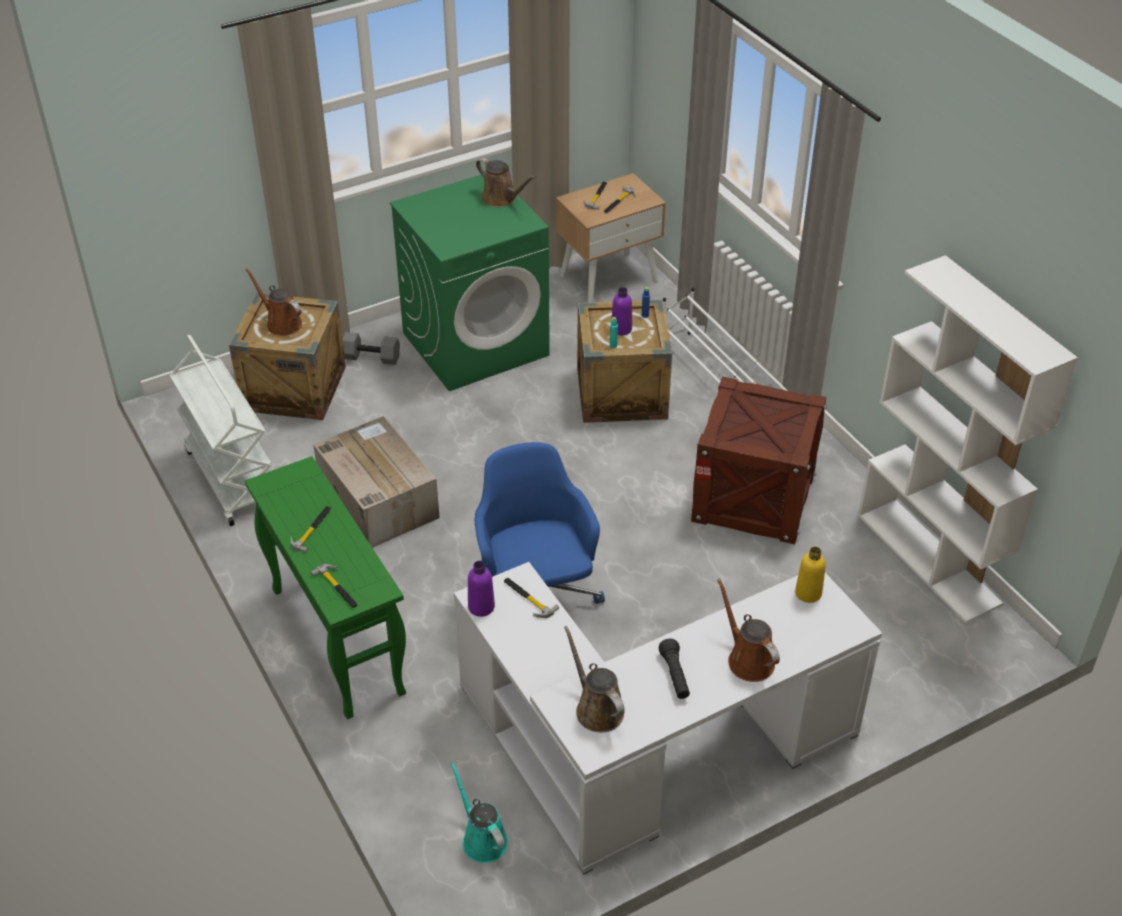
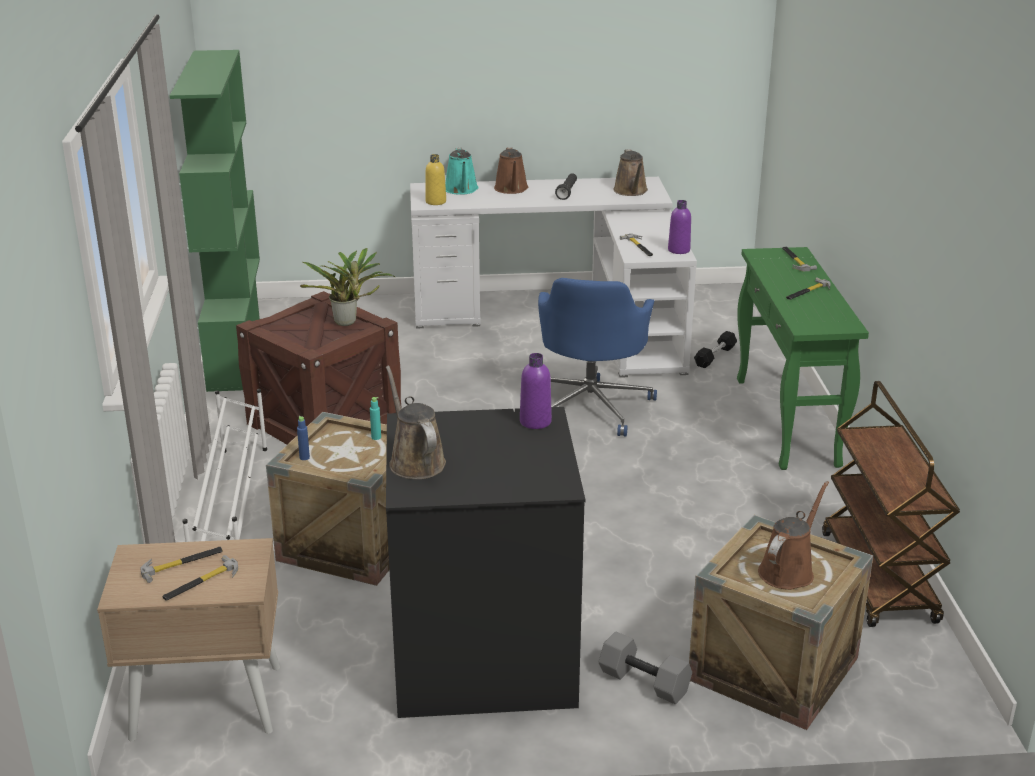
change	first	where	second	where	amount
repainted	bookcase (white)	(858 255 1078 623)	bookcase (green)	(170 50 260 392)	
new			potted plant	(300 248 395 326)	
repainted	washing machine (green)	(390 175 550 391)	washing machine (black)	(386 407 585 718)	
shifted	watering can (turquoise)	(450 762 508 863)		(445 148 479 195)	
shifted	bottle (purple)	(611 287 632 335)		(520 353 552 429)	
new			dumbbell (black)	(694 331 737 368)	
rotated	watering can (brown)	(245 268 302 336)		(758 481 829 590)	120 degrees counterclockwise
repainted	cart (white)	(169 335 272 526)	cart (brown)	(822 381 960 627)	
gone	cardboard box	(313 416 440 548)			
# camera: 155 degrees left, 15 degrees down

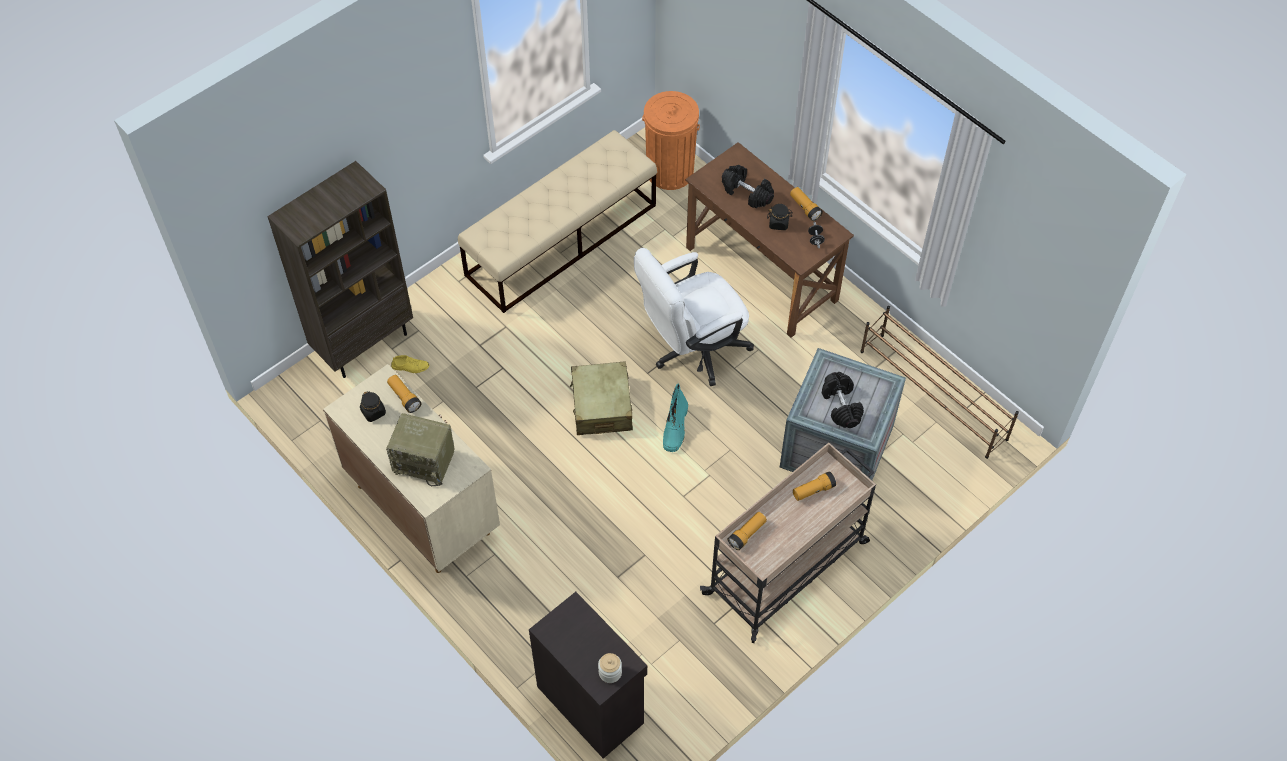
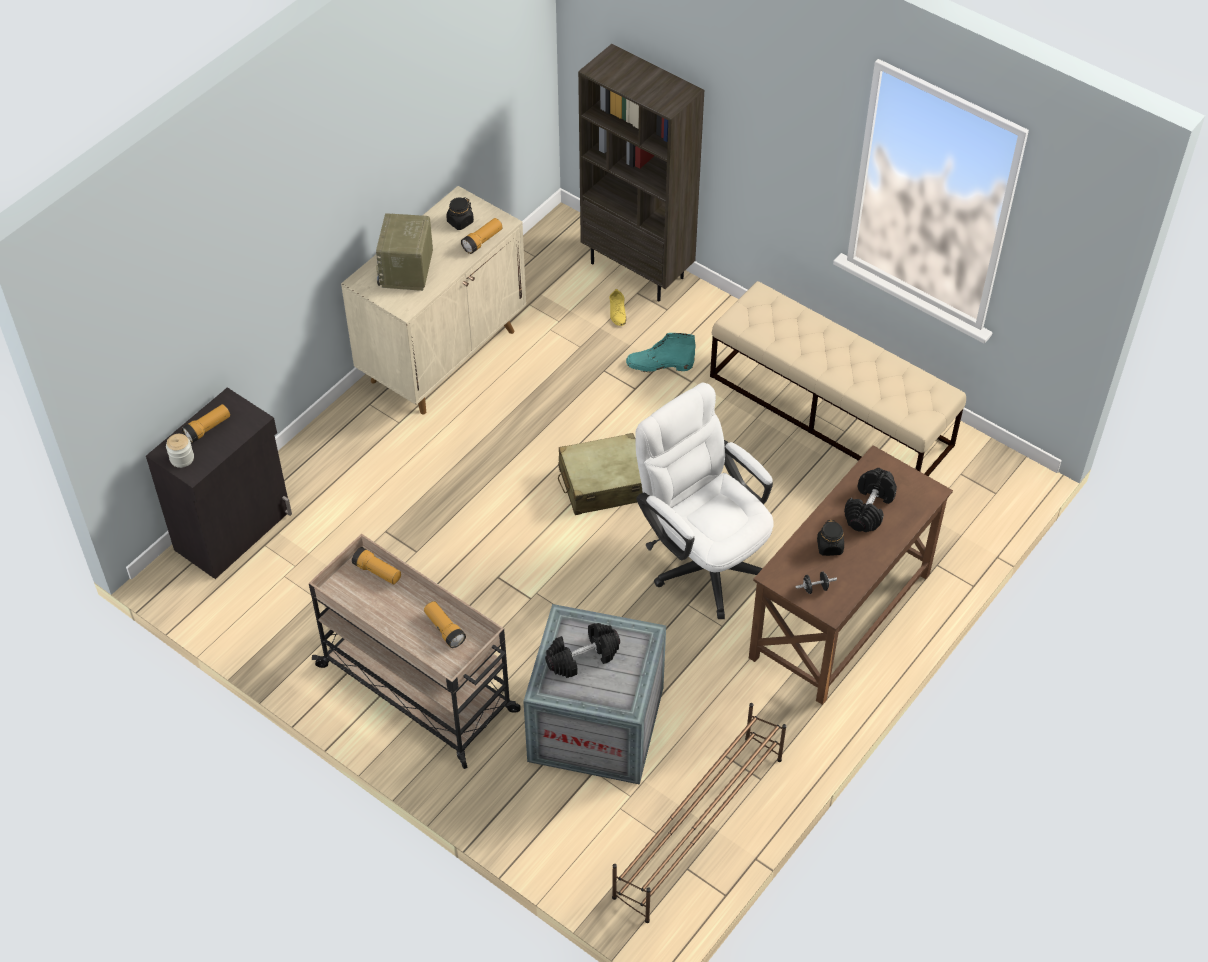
change	first	where	second	where	amount
shifted	flashlight	(790 187 823 221)		(182 404 230 443)	
shifted	boot (turquoise)	(663 384 688 452)		(626 333 695 372)	
gone	trash can (orange)	(642 91 700 190)			
# camera: 80 degrees right, 5 degrees down

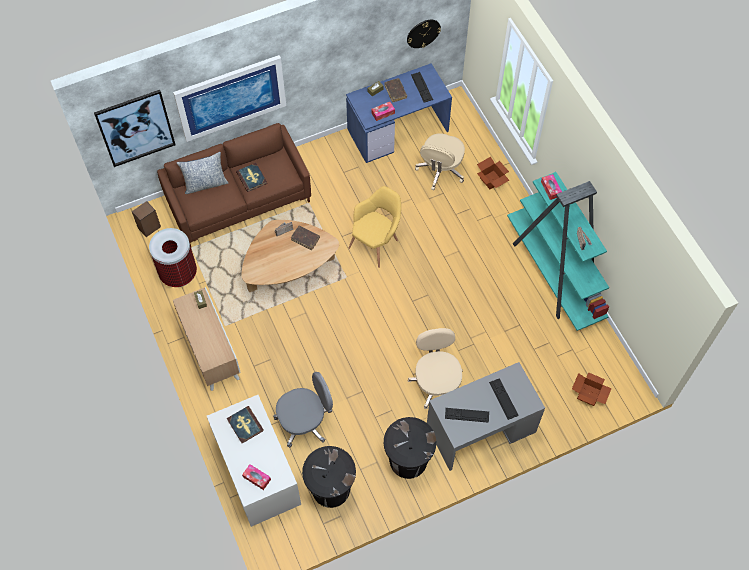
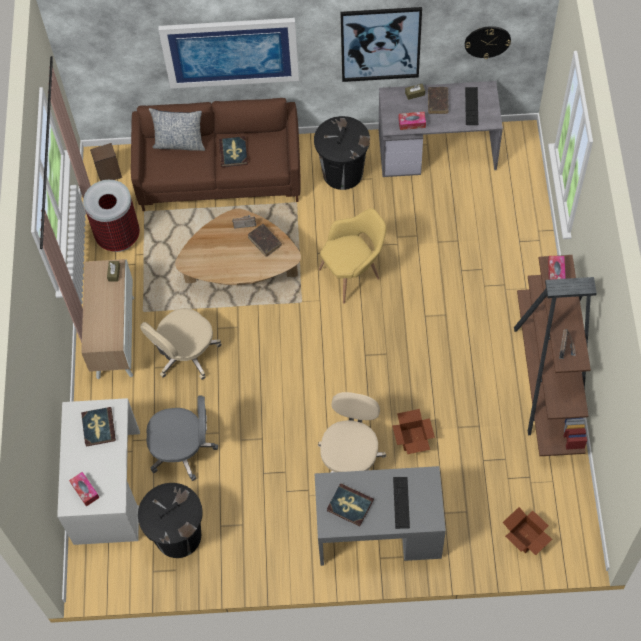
change	first	where	second	where	amount
shifted	office chair (beige)	(415 133 465 190)		(140 308 222 380)	
shifted	trash can (black)	(384 417 436 479)		(314 116 370 190)	
swapped	keyboard	(445 408 489 423)	book	(327 483 374 526)	
shifted	picture	(94 90 175 167)		(340 7 422 82)	
repainted	desk (blue)	(346 63 452 163)	desk (grey)	(379 81 503 177)	
shifted	cardboard box	(477 157 509 189)		(392 409 435 454)	
repainted	bookcase (turquoise)	(507 172 609 331)	bookcase (brown)	(514 255 597 456)	
# camera: 25 degrees right, 0 degrees up

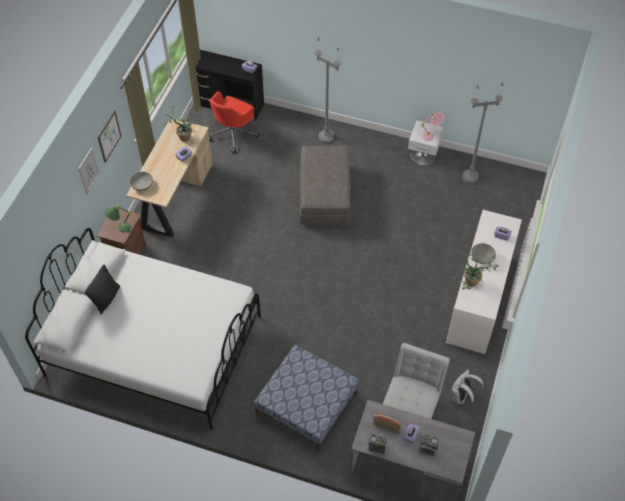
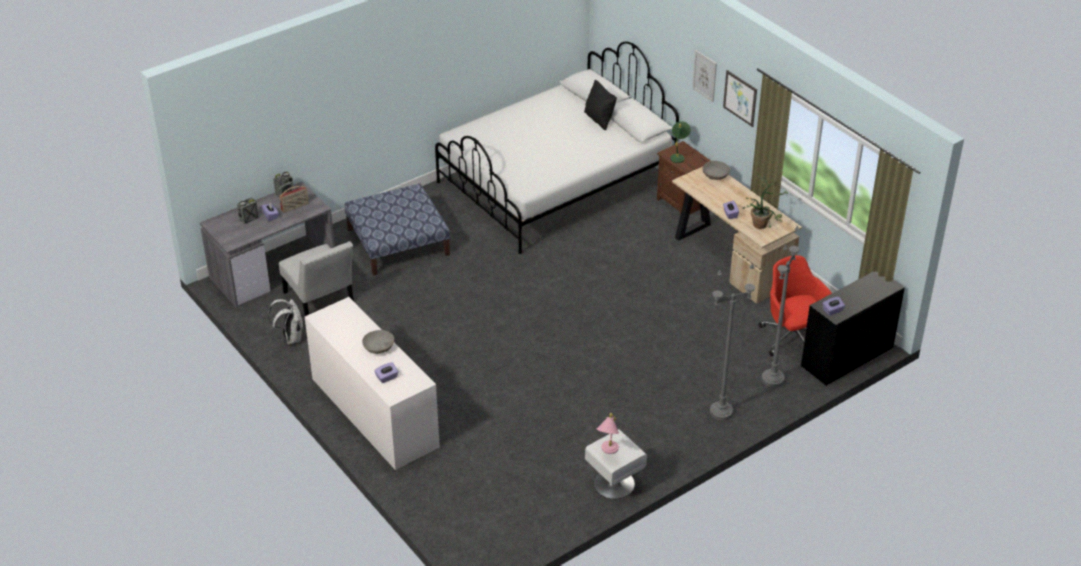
change	first	where	second	where	amount
shifted	floor lamp (grey)	(462 82 504 183)		(762 226 799 387)	
gone	ottoman (grey)	(300 145 350 225)			
gone	potted plant	(459 253 498 290)			
# camera: 125 degrees right, 15 degrees down

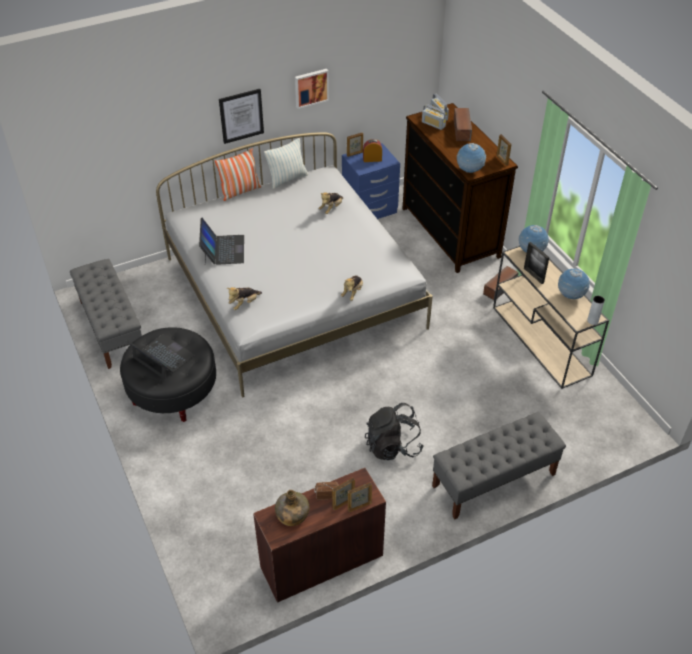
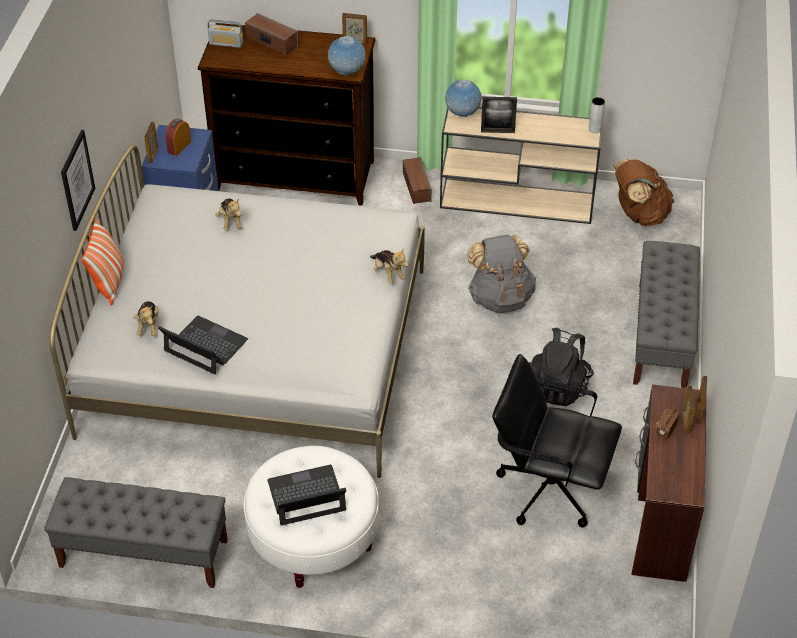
change	first	where	second	where	amount
shifted	plush toy	(227 287 262 310)		(133 301 159 336)	
repainted	ottoman (black)	(120 327 216 422)	ottoman (white)	(244 446 379 588)	
new			backpack (grey)	(467 235 536 313)	
new			office chair (black)	(492 354 622 528)	
new			backpack (brown)	(613 158 674 226)	
gone	pillow	(264 138 308 189)			
gone	bottle (green)	(275 490 309 526)			
gone	picture	(295 69 329 109)			
gone	radio	(422 104 446 130)			
gone	globe	(558 269 590 299)			
# camera: 55 degrees left, 0 degrees up

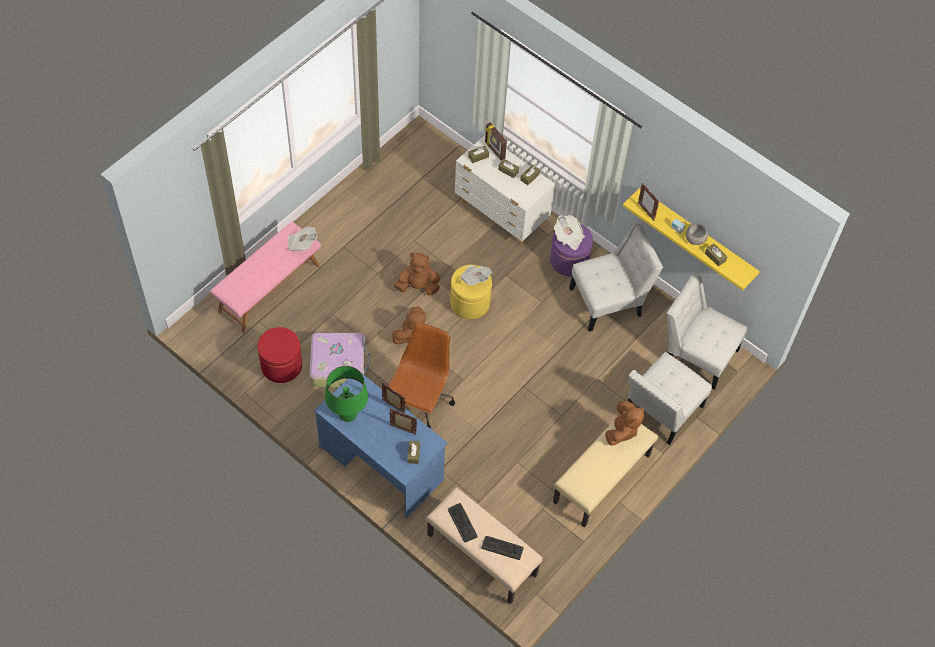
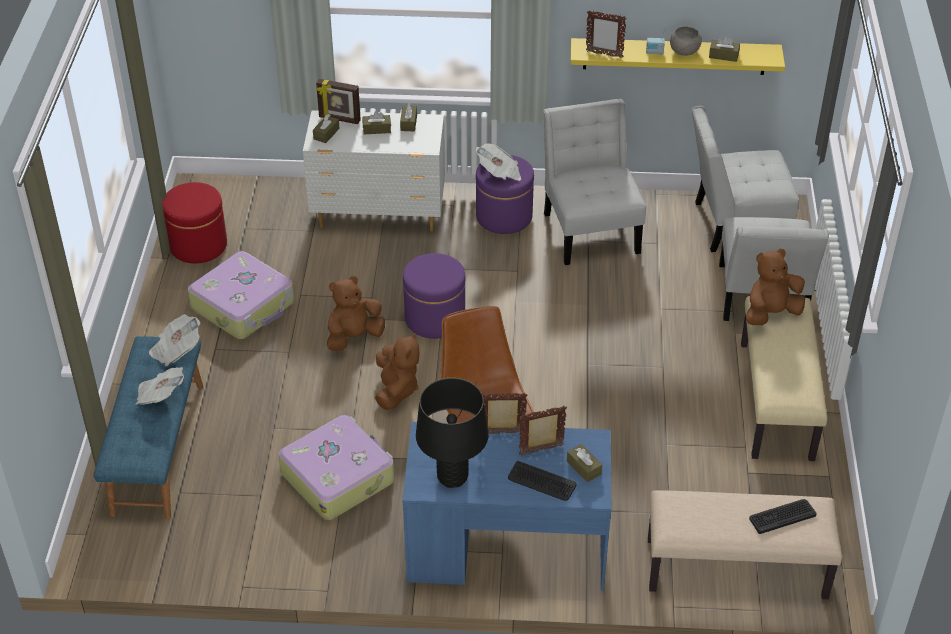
change	first	where	second	where	amount
repainted	bench (pink)	(210 222 321 333)	bench (blue)	(94 336 203 519)	
shifted	newspaper	(459 265 492 285)		(136 367 184 405)	
shifted	ottoman (red)	(257 327 302 383)		(162 182 227 263)	
new			suitcase	(188 251 294 339)	
repainted	ottoman (yellow)	(450 265 492 319)	ottoman (purple)	(403 253 465 339)	
repainted	table lamp (green)	(325 366 368 422)	table lamp (black)	(416 378 488 488)	
shifted	keyboard	(448 503 477 542)		(508 461 577 501)	
rotated	chair (white)	(569 223 663 332)		(543 99 646 265)	45 degrees counterclockwise
rotated	plush toy (brown)	(605 401 644 446)		(746 249 805 325)	105 degrees counterclockwise
# camera: 35 degrees left, 15 degrees down

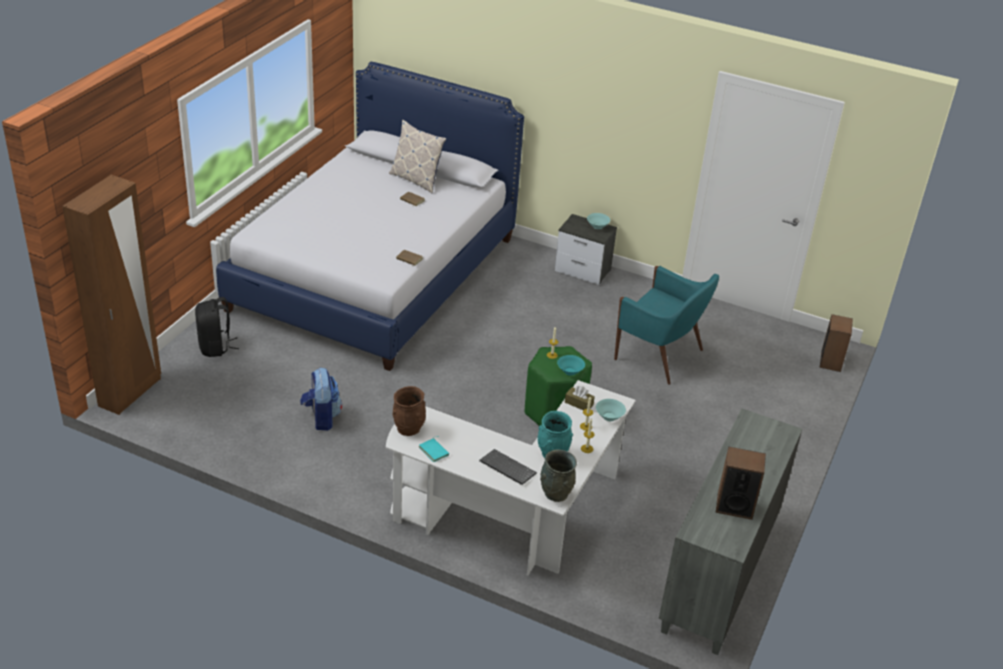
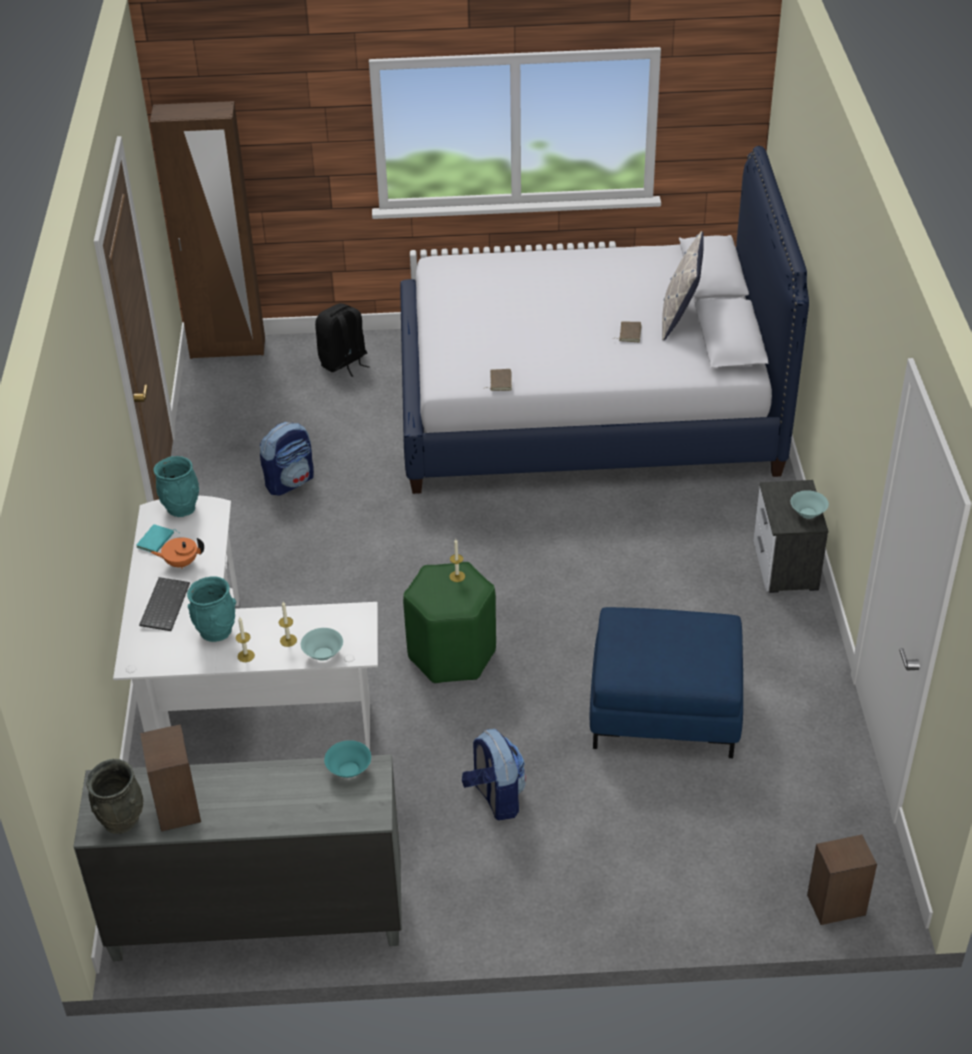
change	first	where	second	where	amount
shifted	vase (grey)	(540 449 577 502)		(86 759 143 834)	
new			teapot (orange)	(151 537 204 569)	
repainted	vase (brown)	(392 386 426 436)	vase (turquoise)	(153 456 199 517)	
shifted	bowl (turquoise)	(557 355 585 376)		(324 740 371 778)	
new			backpack	(462 729 526 820)	
swapped	armchair (turquoise)	(614 266 719 385)	ottoman (blue)	(590 607 743 758)	
gone	tissue box (brown)	(565 386 595 410)			
# camera: 65 degrees right, 5 degrees up

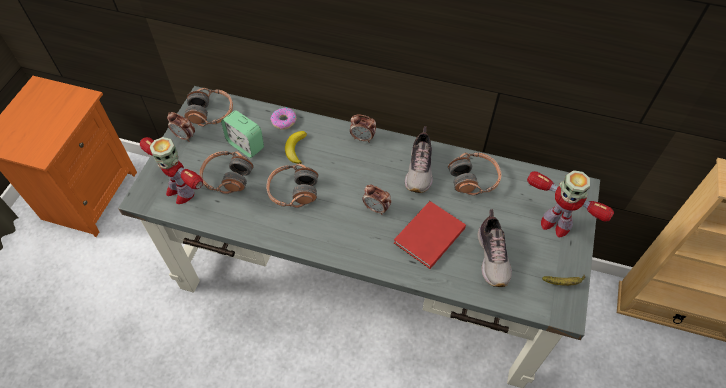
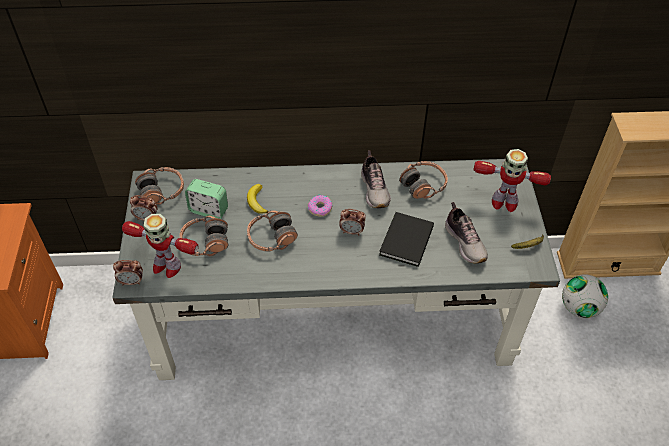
change	first	where	second	where	amount
shifted	alarm clock	(350 114 376 143)		(113 260 143 285)	
shifted	donut	(270 107 296 130)		(308 194 333 217)	
repainted	book (red)	(394 201 466 269)	book (black)	(379 212 434 267)	
new			football	(562 274 608 318)	
# camera: 20 degrees left, 5 degrees down

